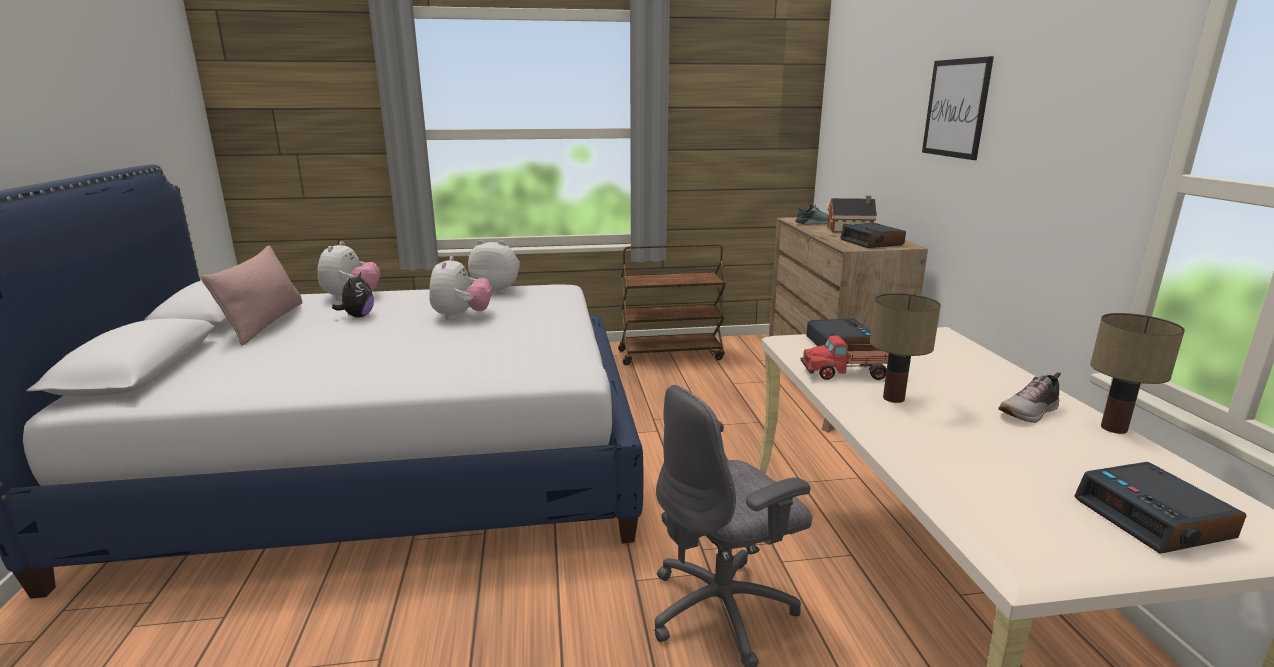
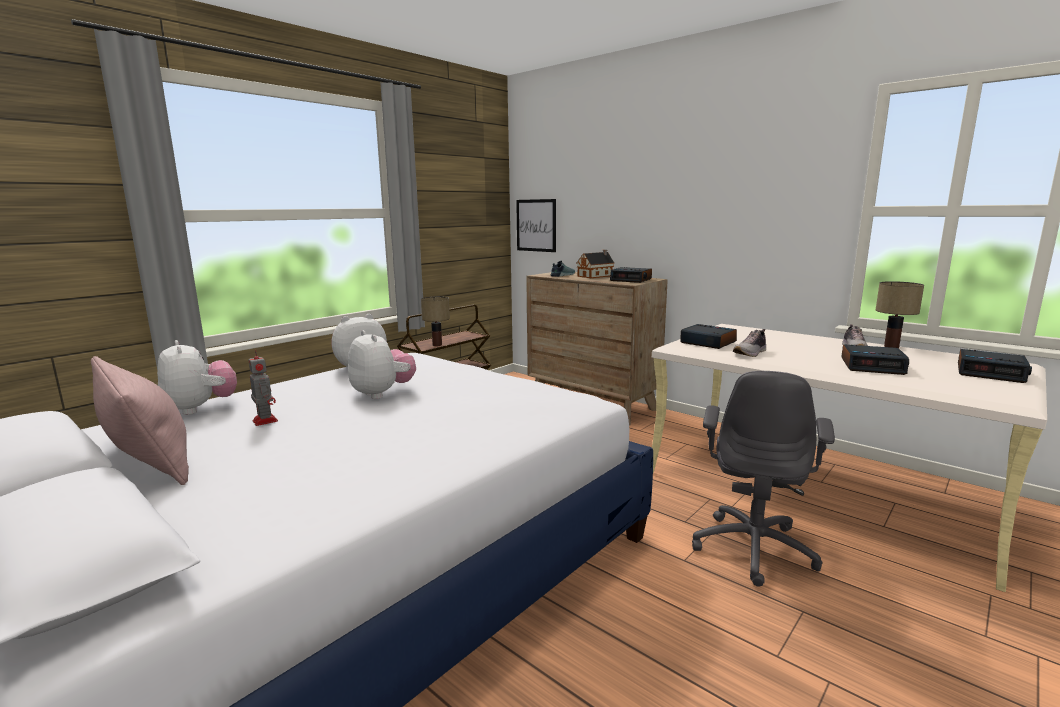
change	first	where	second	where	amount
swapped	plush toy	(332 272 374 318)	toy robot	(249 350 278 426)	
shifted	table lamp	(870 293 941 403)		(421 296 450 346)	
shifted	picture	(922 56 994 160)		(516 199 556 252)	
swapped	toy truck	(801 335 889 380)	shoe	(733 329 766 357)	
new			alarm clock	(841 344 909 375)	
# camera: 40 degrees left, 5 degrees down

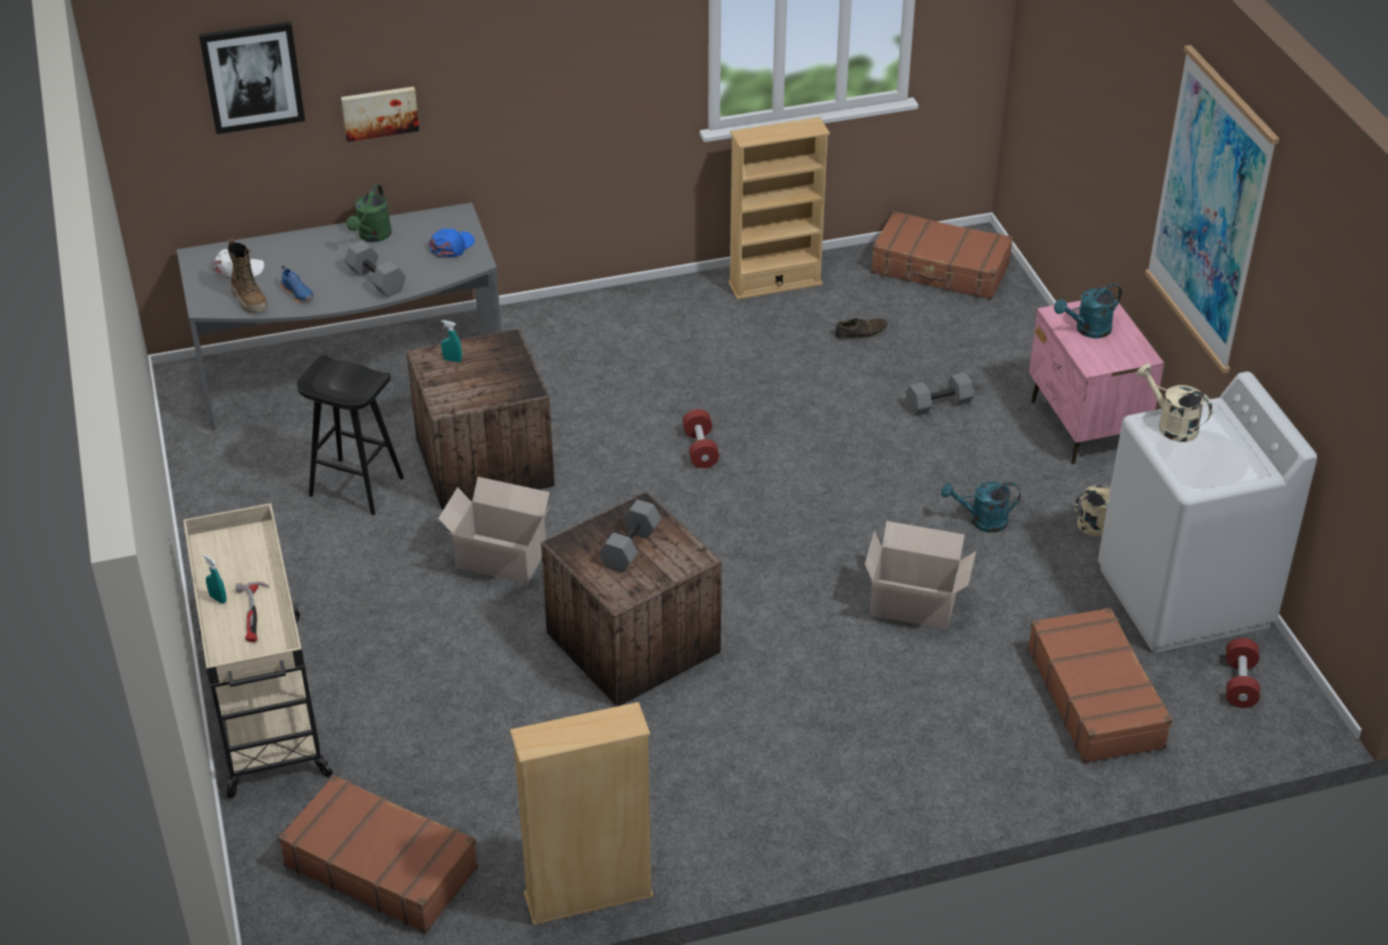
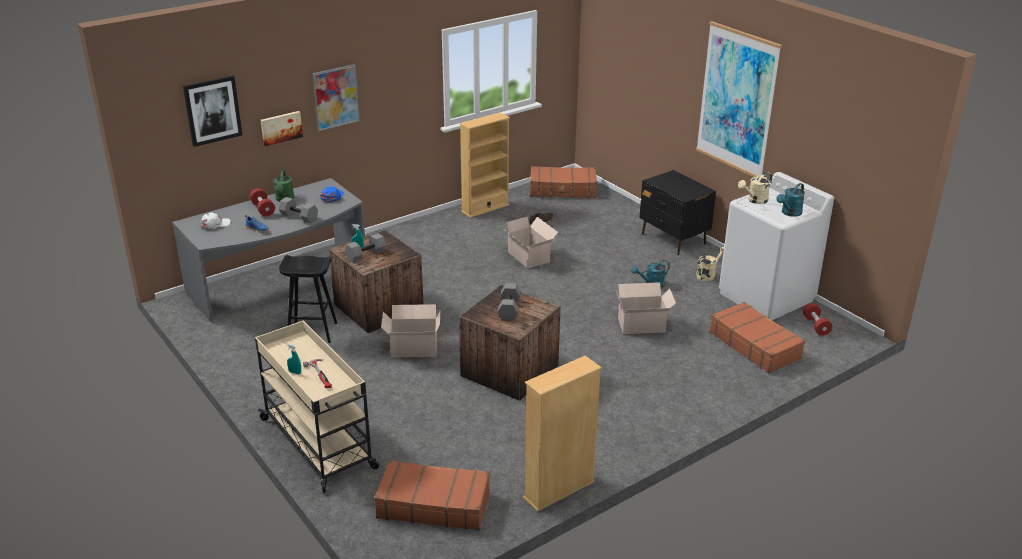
change	first	where	second	where	amount
shifted	dumbbell (red)	(683 409 719 468)		(250 188 275 216)	
new			picture	(312 64 360 131)	
shifted	dumbbell (grey)	(906 372 974 416)		(345 233 386 263)	
new			cardboard box	(501 217 558 268)	
repainted	nightstand (pink)	(1029 300 1164 464)	nightstand (black)	(639 170 716 255)	
rotated	watering can (beige)	(1136 364 1213 442)		(738 172 772 204)	60 degrees counterclockwise
shifted	watering can (turquoise)	(1054 283 1122 338)		(776 183 805 217)	
gone	boot	(228 239 268 313)			
# camera: 20 degrees left, 10 degrees down

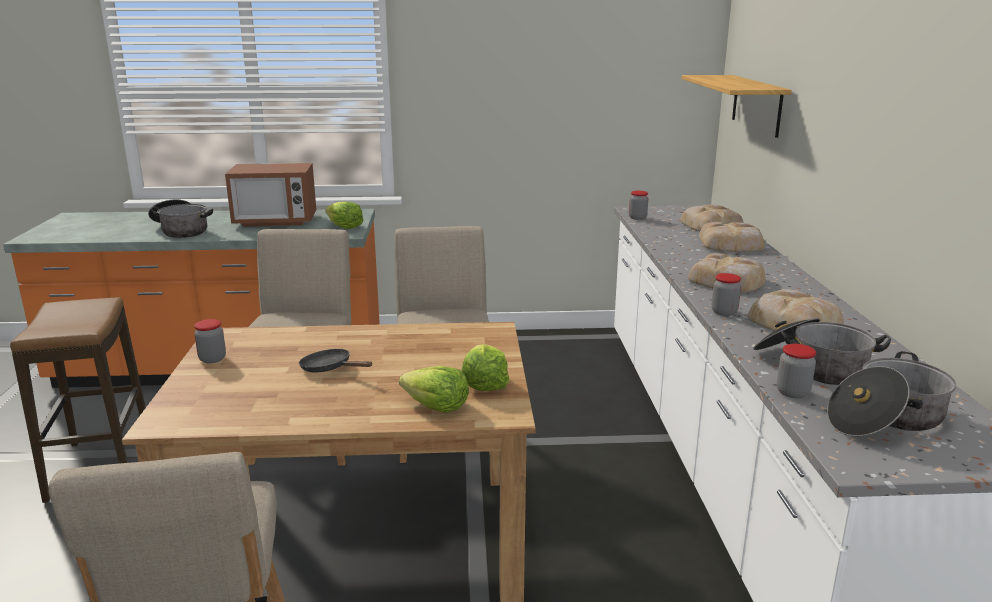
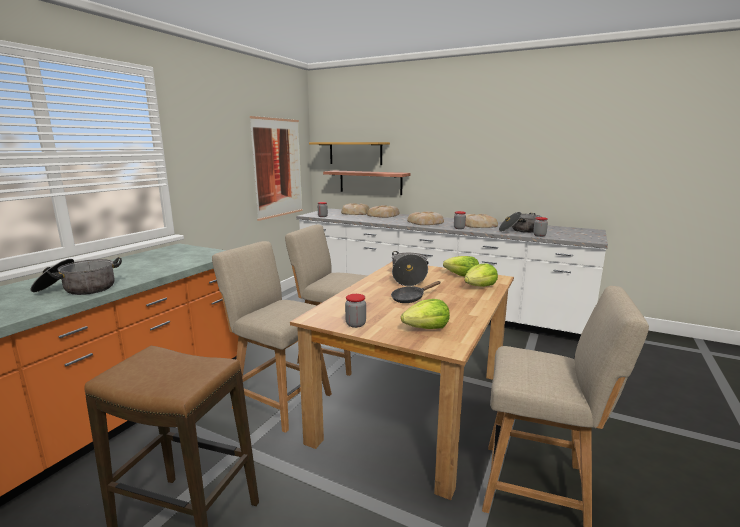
change	first	where	second	where	amount
new			picture	(250 116 303 221)	
new			shelf	(323 170 410 195)	
shifted	cooking pot	(827 351 956 437)		(392 251 429 286)	
shifted	lettuce	(325 201 363 229)		(401 299 450 329)	
gone	microwave	(225 163 316 226)			
# camera: 60 degrees left, 5 degrees down

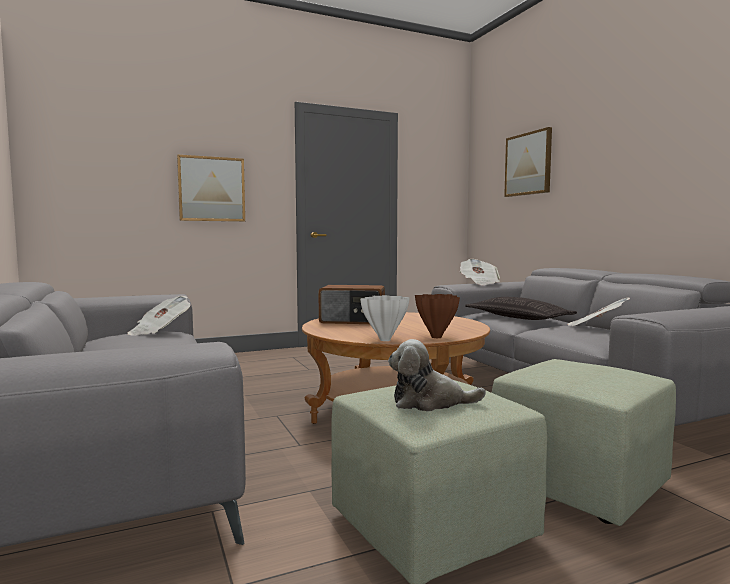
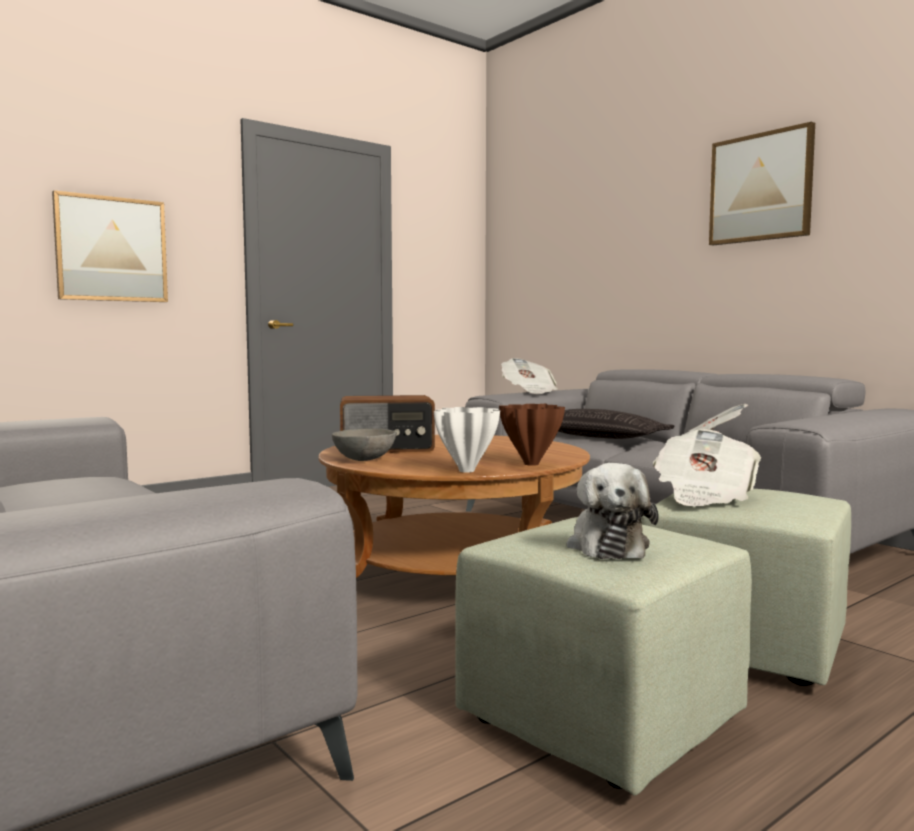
change	first	where	second	where	amount
new			bowl (grey)	(332 428 397 461)	
rotated	plush toy	(388 339 486 412)		(567 463 659 559)	75 degrees counterclockwise
shifted	newspaper	(128 296 191 336)		(653 429 761 506)	
shifted	picture	(504 127 552 197)		(709 122 815 245)	
# camera: 15 degrees left, 0 degrees up

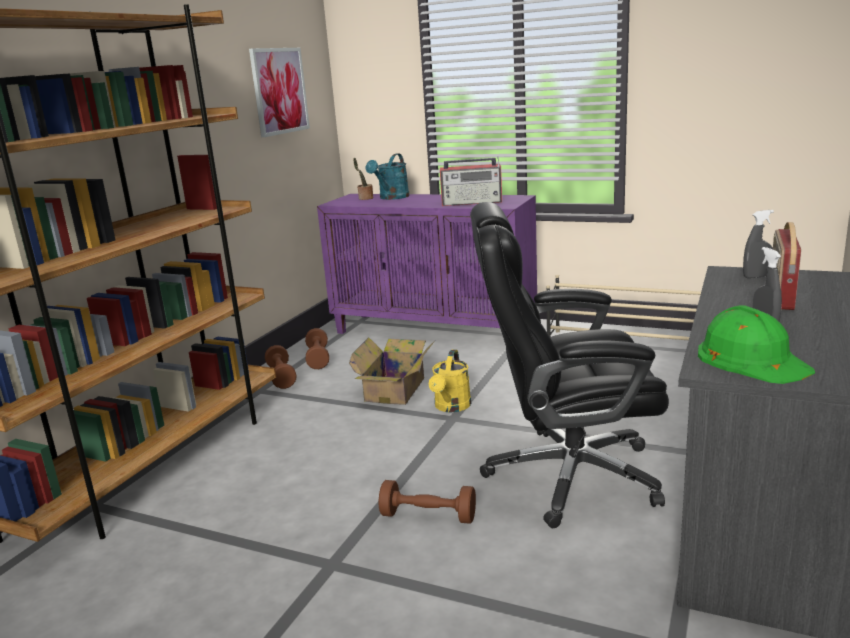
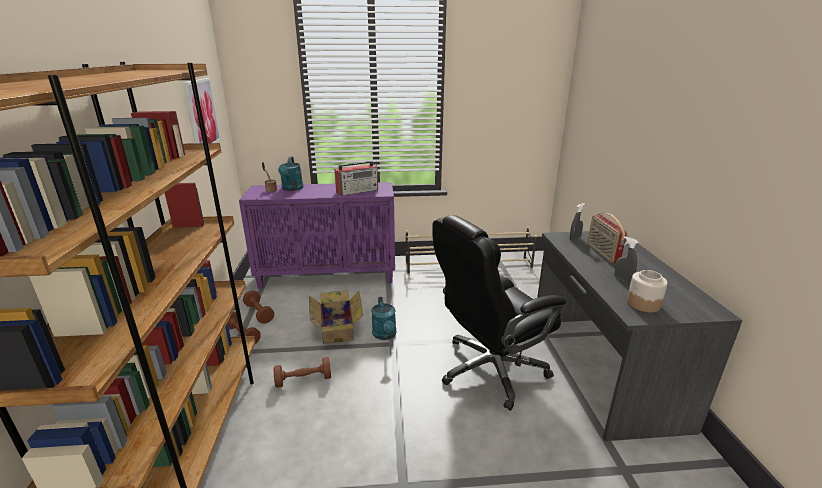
change	first	where	second	where	amount
shifted	dumbbell (brown)	(379 480 476 524)		(274 357 331 388)	
repainted	watering can (yellow)	(429 349 471 412)	watering can (turquoise)	(371 297 396 340)	
swapped	hard hat (green)	(698 305 815 384)	jar	(627 270 668 312)	
# camera: 30 degrees left, 5 degrees up

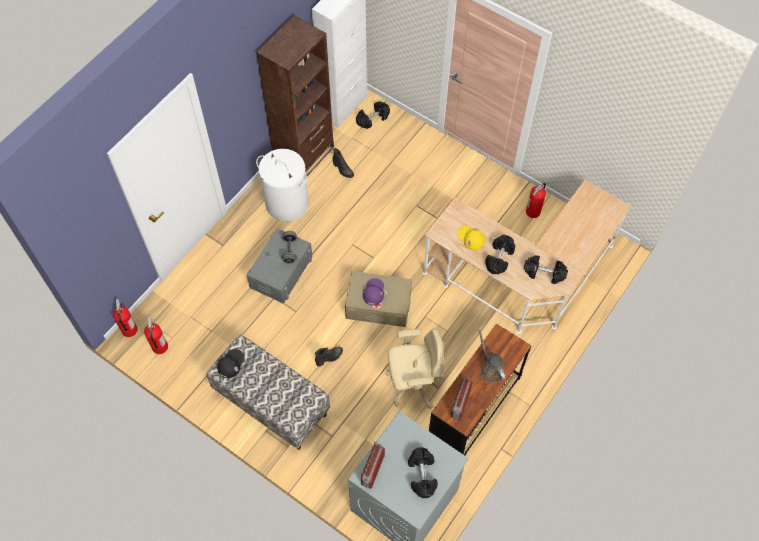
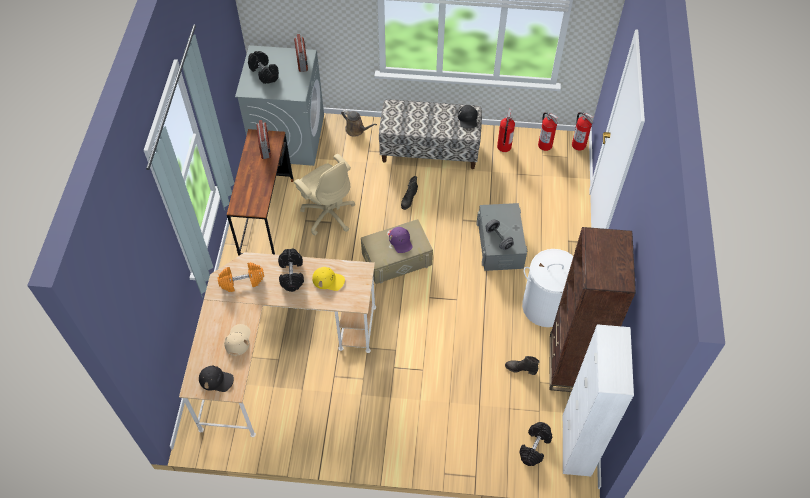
change	first	where	second	where	amount
new			cap (black)	(199 365 234 392)	
repainted	dumbbell (black)	(524 255 568 284)	dumbbell (orange)	(217 262 264 292)	
new			cap (beige)	(224 324 250 356)	
rotated	office chair (beige)	(385 328 445 409)		(294 154 355 236)	90 degrees counterclockwise
shifted	watering can (brown)	(478 330 505 383)		(341 110 377 137)	
shifted	fire extinguisher	(526 183 546 218)		(497 109 515 152)	
# camera: 150 degrees right, 5 degrees down

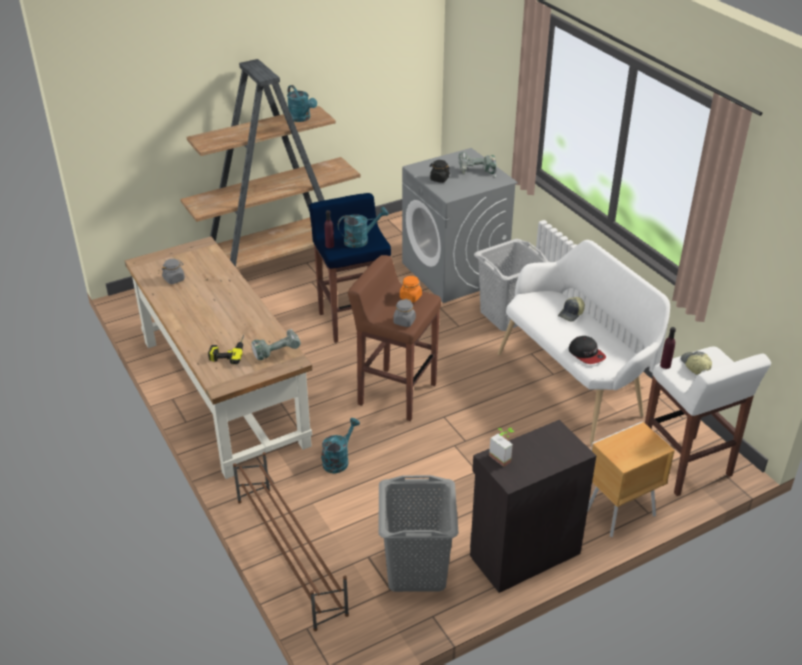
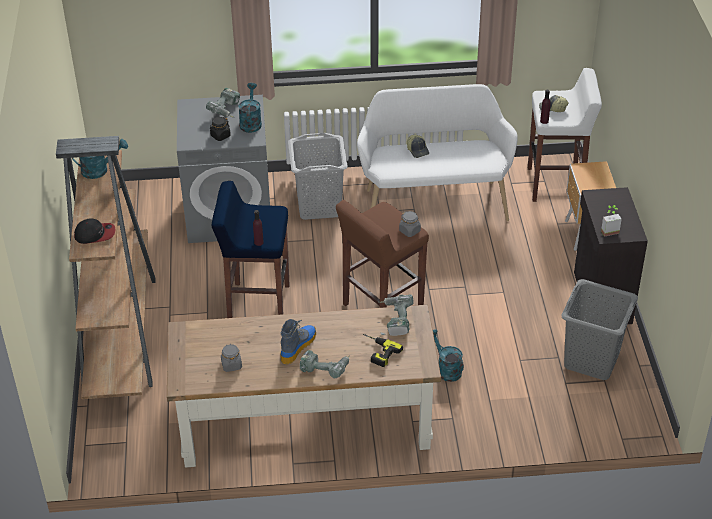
change	first	where	second	where	amount
shifted	cap	(569 336 606 364)		(74 219 115 244)	
shifted	watering can (turquoise)	(338 207 389 248)		(238 83 262 133)	
new			boot	(281 319 316 365)	
new			power drill	(300 350 350 378)	
gone	shoe rack (brown)	(233 452 349 631)			
gone	jar (orange)	(400 276 422 303)			
# camera: 65 degrees left, 5 degrees up

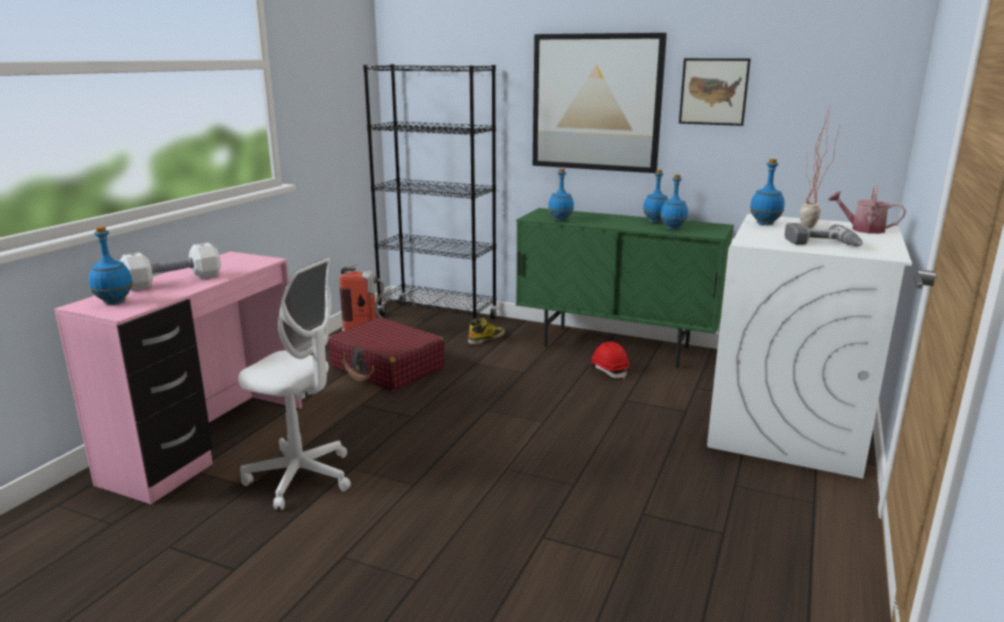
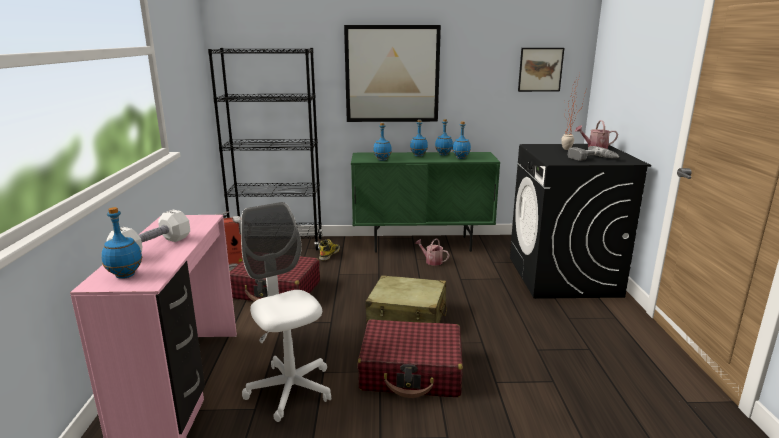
change	first	where	second	where	amount
rotated	office chair (white)	(238 257 351 510)		(241 202 331 422)	120 degrees counterclockwise
new			suitcase (red)	(357 319 463 398)	
new			suitcase (beige)	(365 275 447 323)	
shifted	bottle (blue)	(750 159 785 225)		(410 120 428 157)	
swapped	hard hat (red)	(590 342 630 379)	watering can	(415 238 449 266)	
repainted	washing machine (white)	(707 214 912 479)	washing machine (black)	(510 144 651 299)	
shifted	picture	(679 58 751 126)		(518 48 564 92)	
# camera: 25 degrees left, 0 degrees up

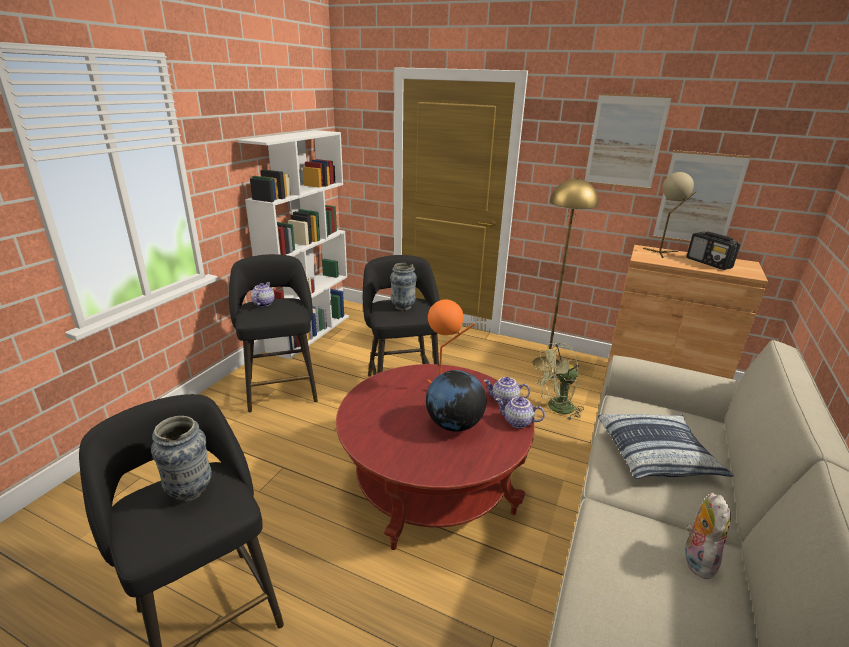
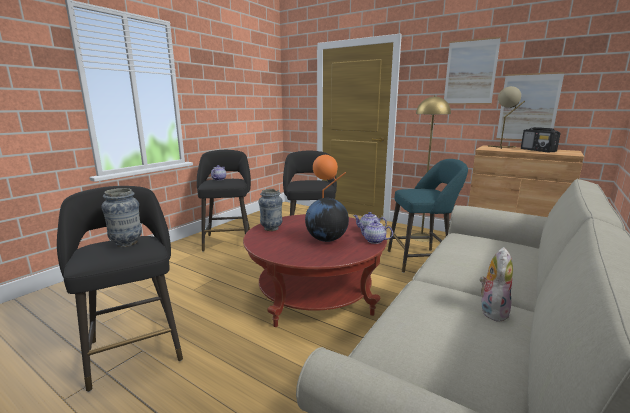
change	first	where	second	where	amount
shifted	vase	(390 263 417 311)		(259 189 283 231)	
swapped	fan (green)	(535 343 584 420)	stool (turquoise)	(388 159 468 273)	
gone	bookcase (white)	(237 130 349 359)			
gone	pillow	(598 414 734 479)			
# camera: 10 degrees right, 10 degrees down

